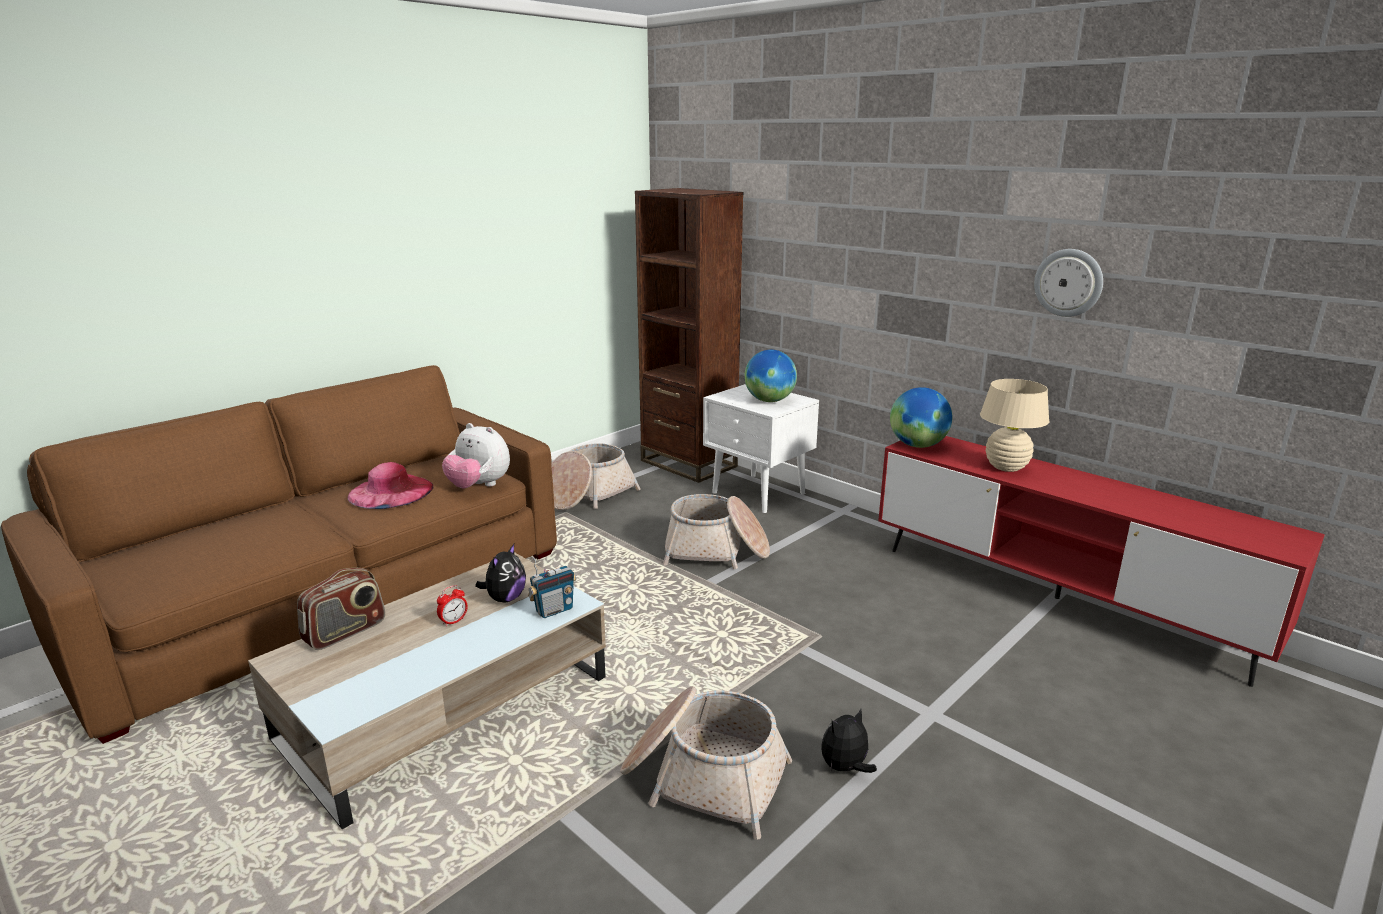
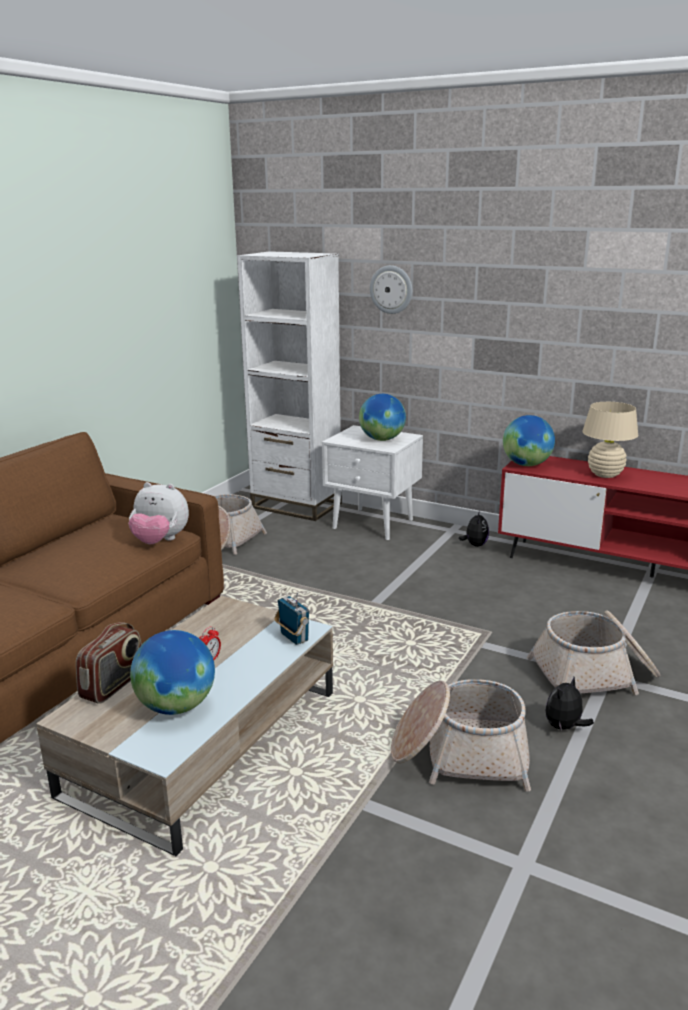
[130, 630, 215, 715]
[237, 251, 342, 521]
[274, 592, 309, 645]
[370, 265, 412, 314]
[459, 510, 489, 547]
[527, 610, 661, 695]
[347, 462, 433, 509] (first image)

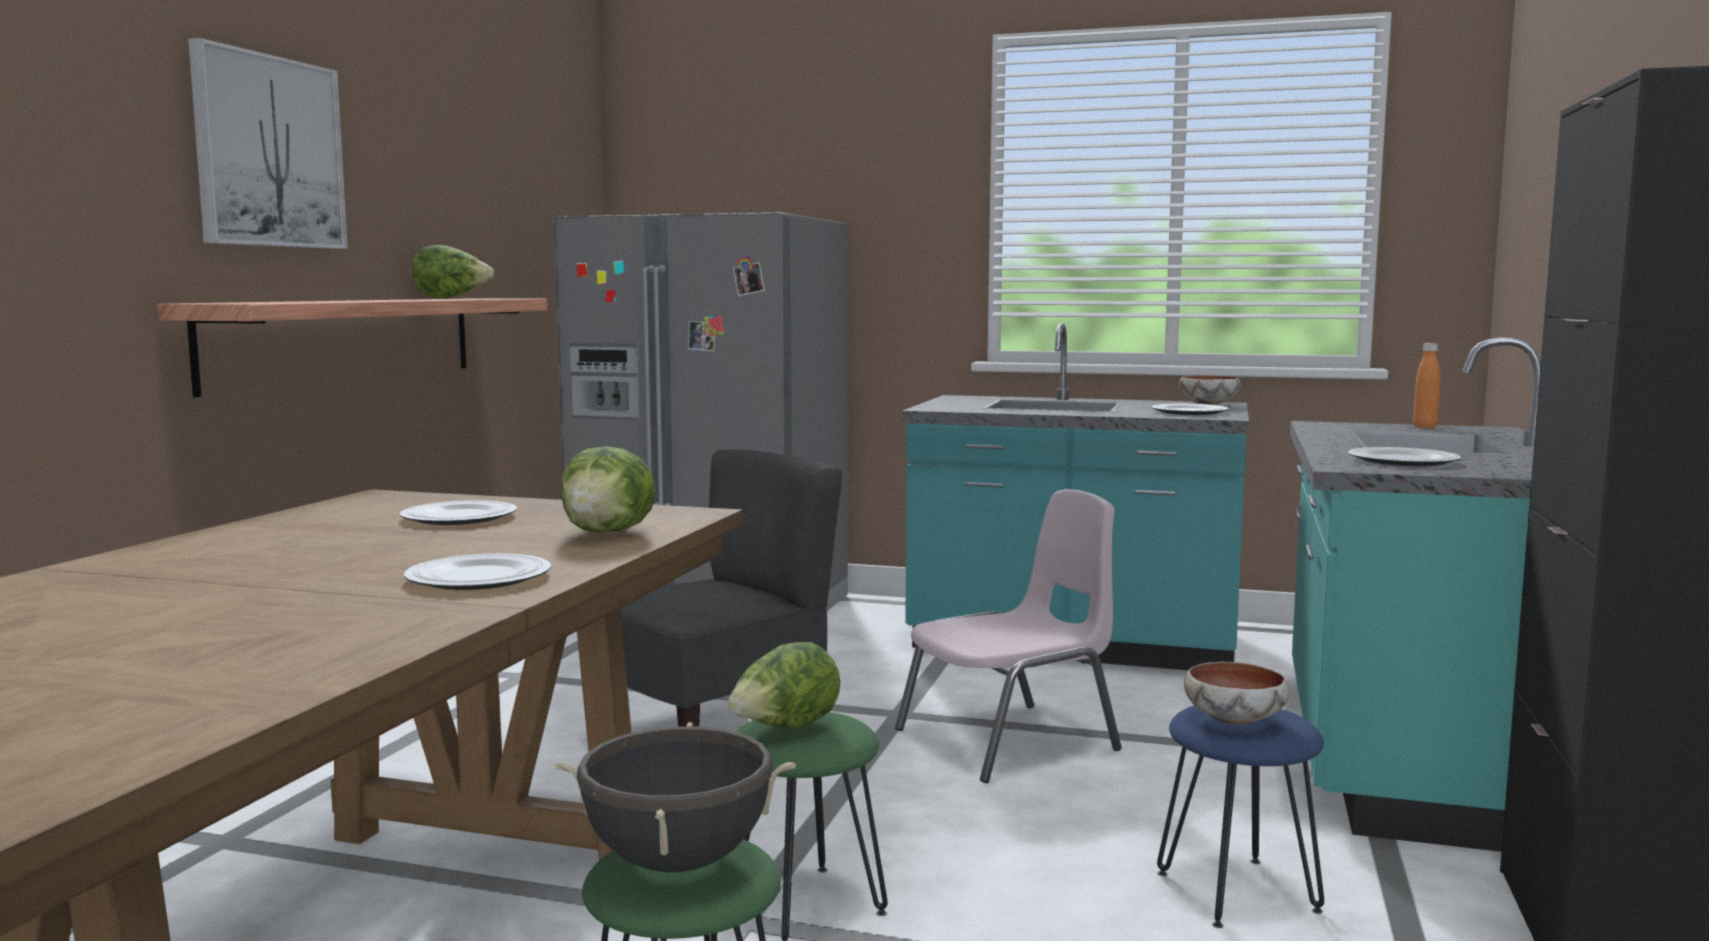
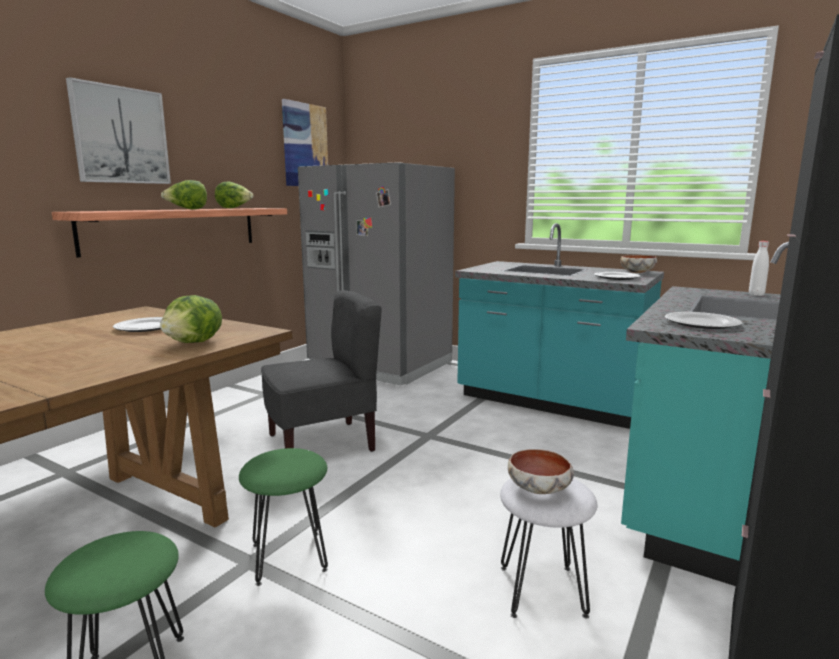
[161, 180, 207, 209]
[282, 99, 328, 186]
[500, 478, 597, 619]
[749, 241, 769, 296]
[404, 553, 551, 590] (first image)
[555, 722, 796, 872] (first image)
[895, 489, 1122, 783] (first image)

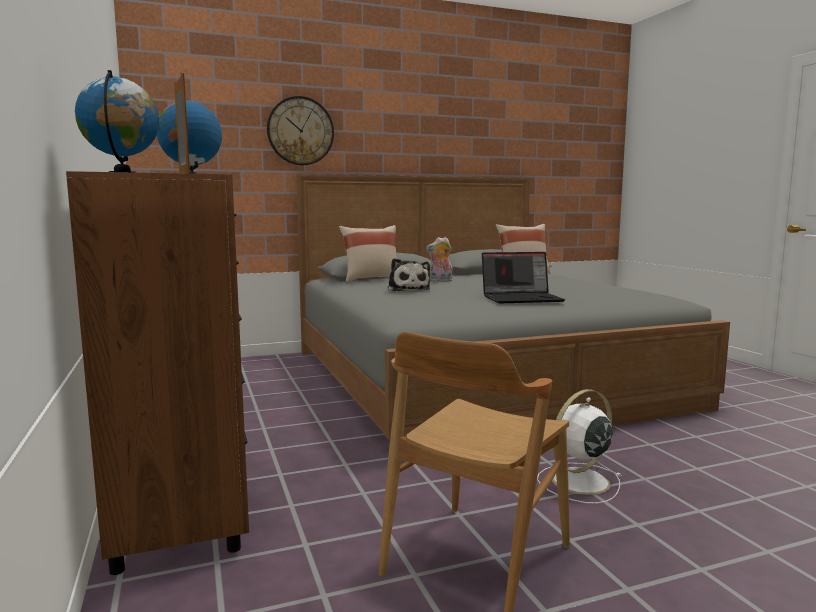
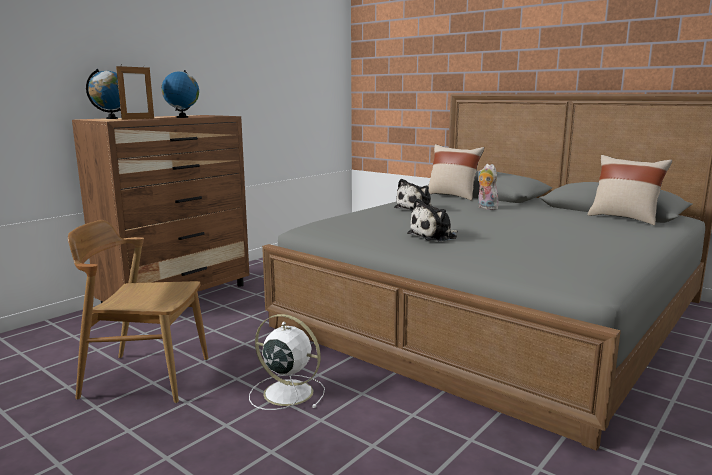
[407, 198, 458, 241]
[267, 96, 334, 165] (first image)

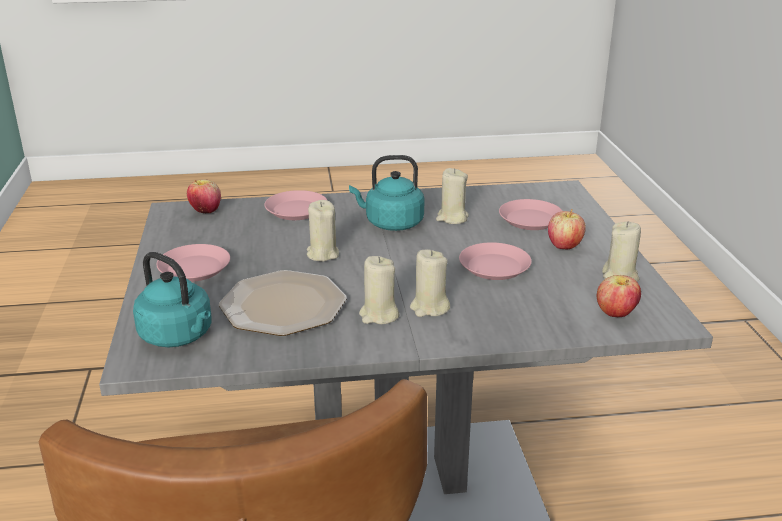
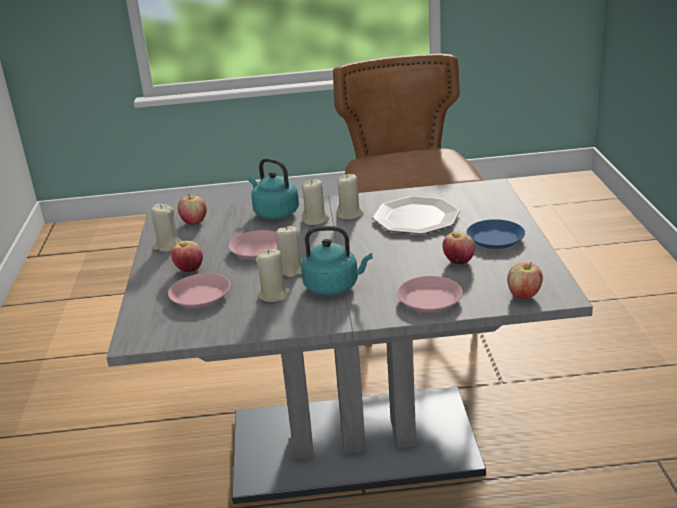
[248, 158, 299, 219]
[276, 226, 302, 277]
[442, 232, 475, 264]
[466, 219, 525, 249]

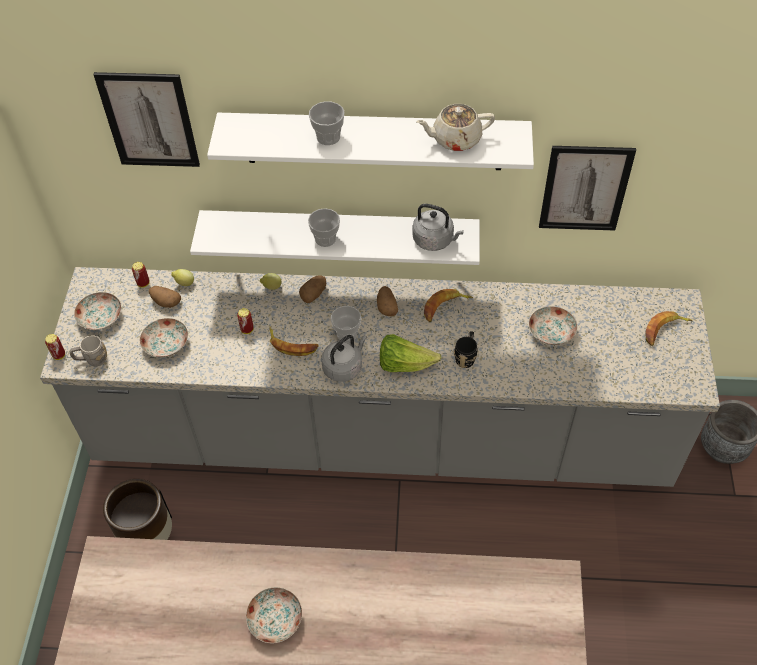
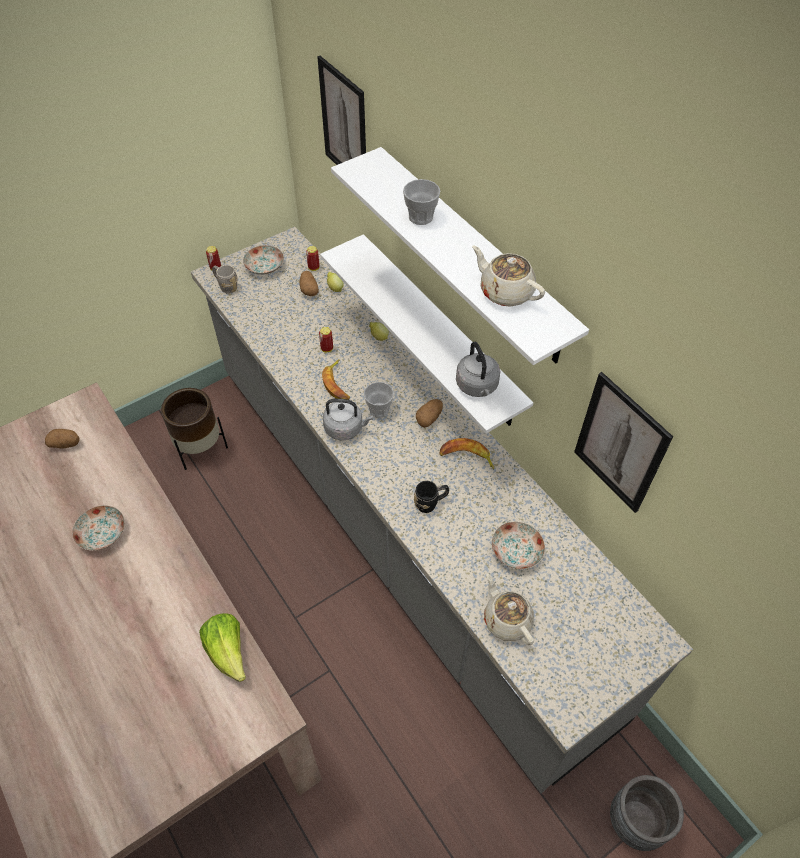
[45, 429, 80, 449]
[199, 613, 246, 682]
[484, 574, 534, 645]
[140, 318, 188, 357] (first image)
[308, 208, 340, 247] (first image)
[645, 311, 693, 346] (first image)

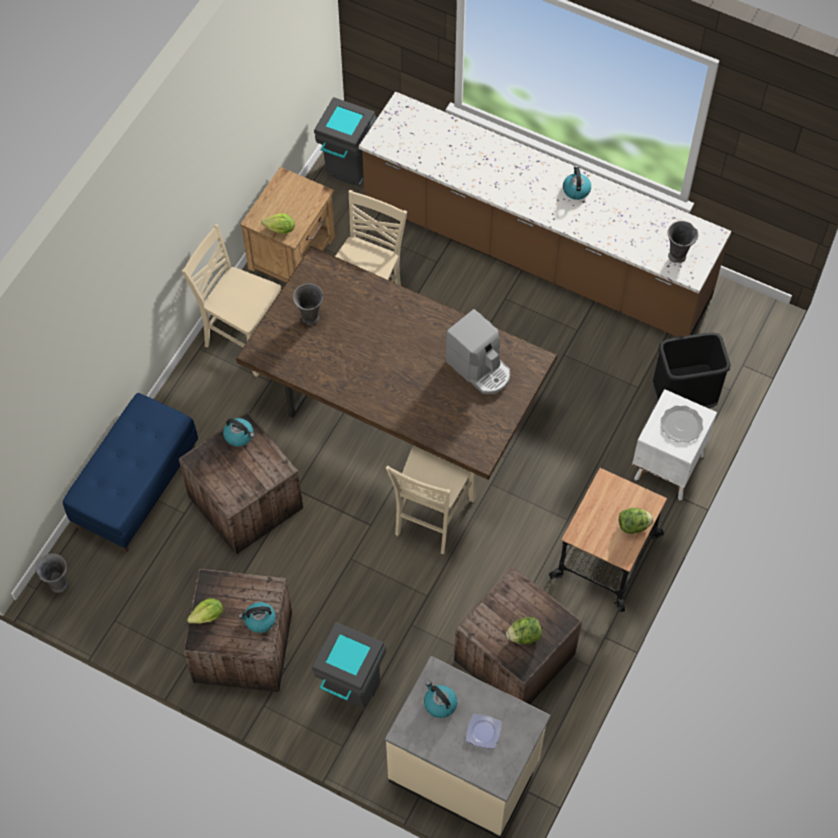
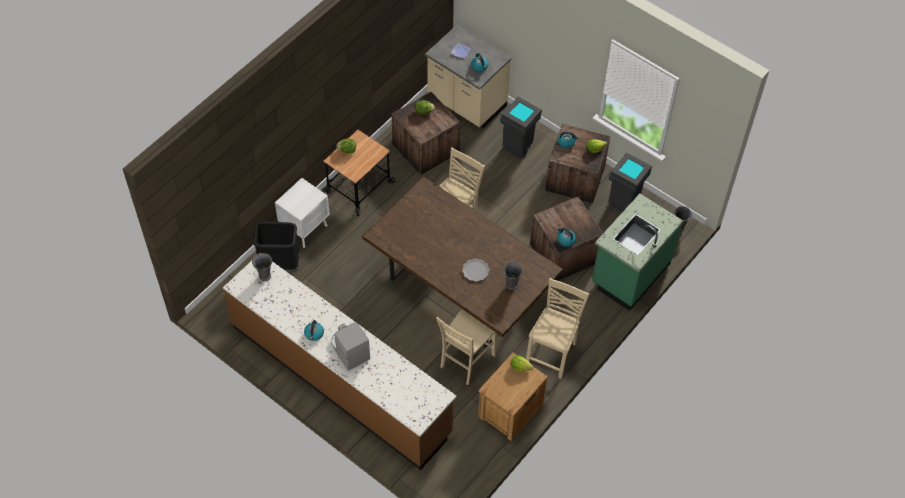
[331, 322, 370, 371]
[462, 258, 490, 282]
[526, 278, 589, 379]
[592, 194, 683, 311]
[608, 153, 652, 212]

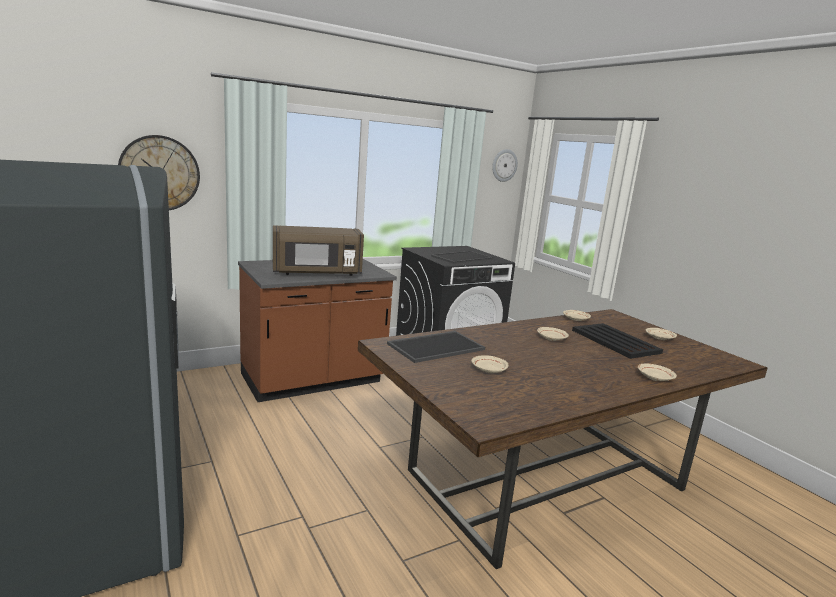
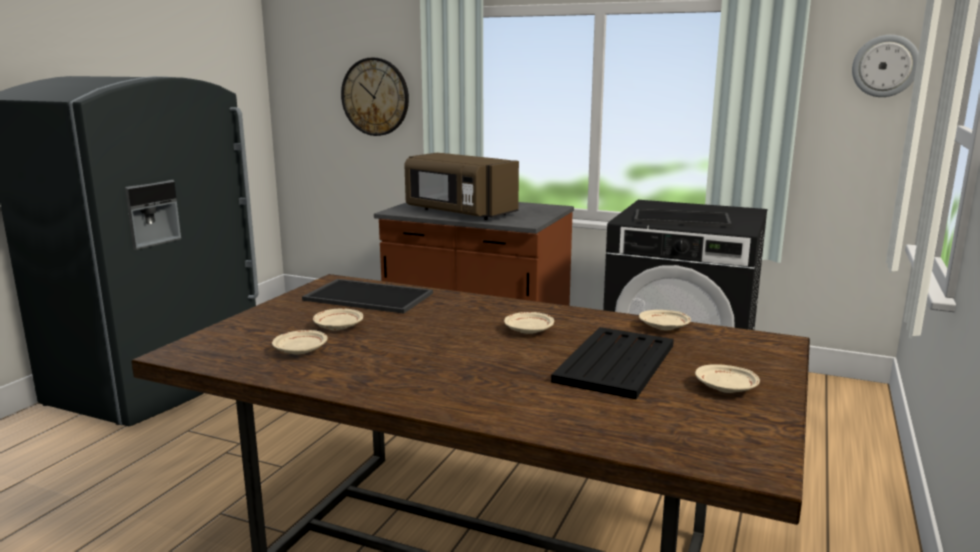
[272, 330, 328, 354]

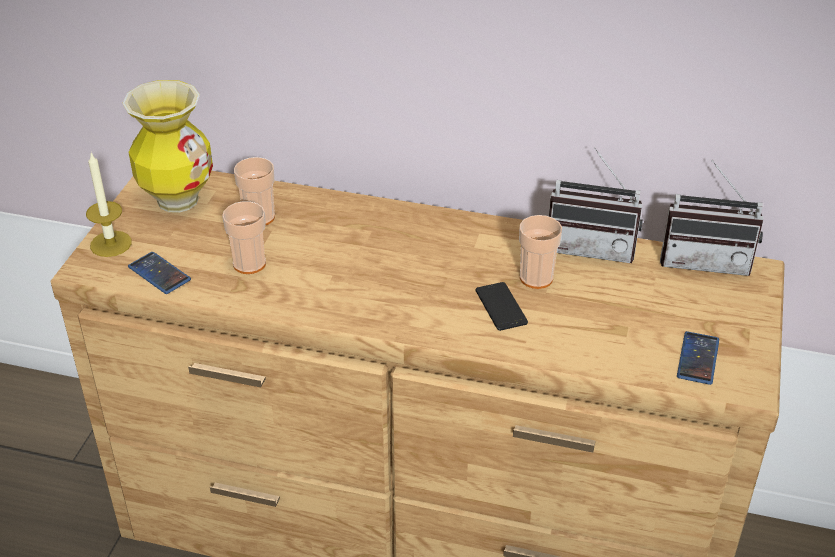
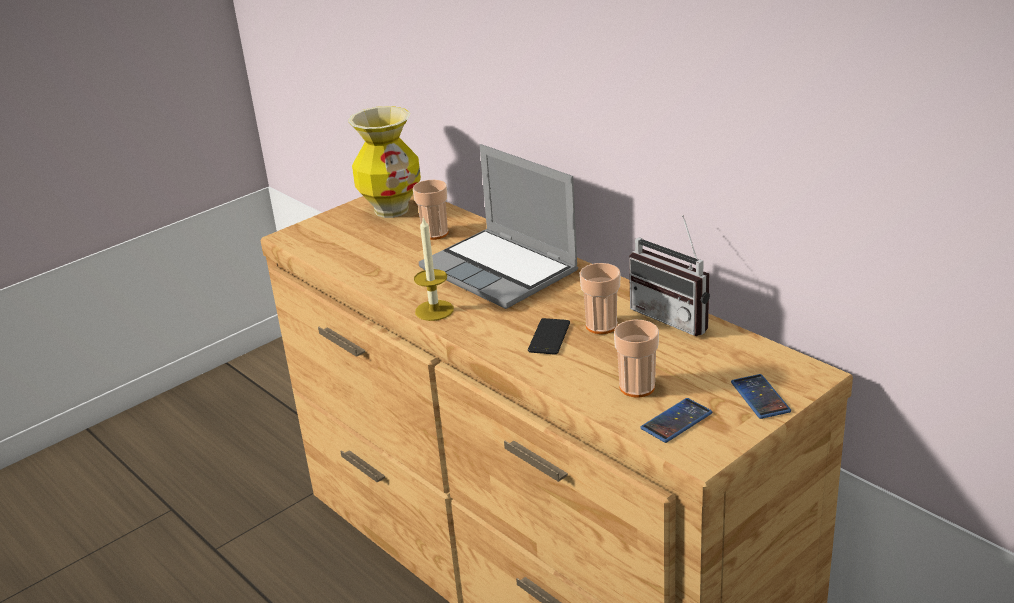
[414, 216, 454, 321]
[419, 144, 578, 309]
[614, 320, 659, 398]
[731, 374, 791, 419]
[660, 160, 764, 276] (first image)

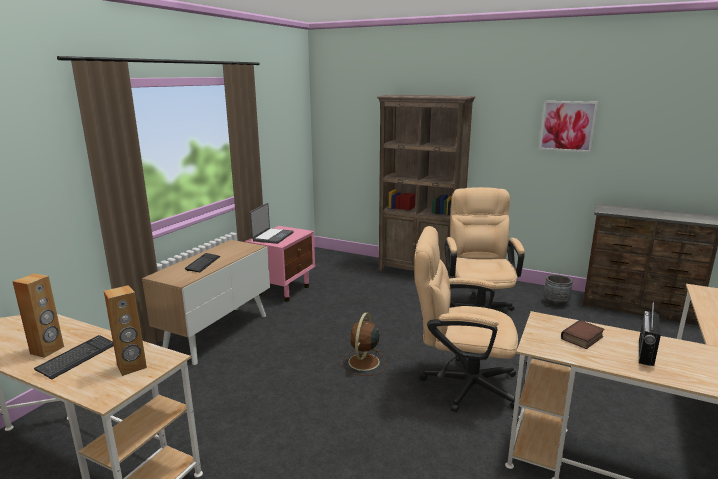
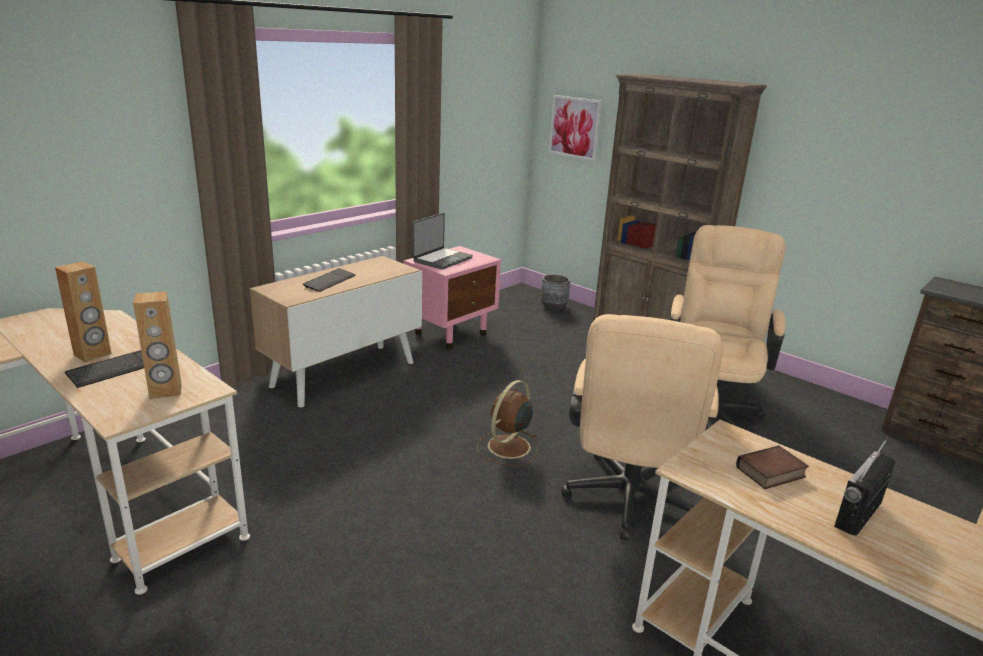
[540, 274, 571, 310]
[549, 95, 602, 161]
[561, 314, 723, 541]

